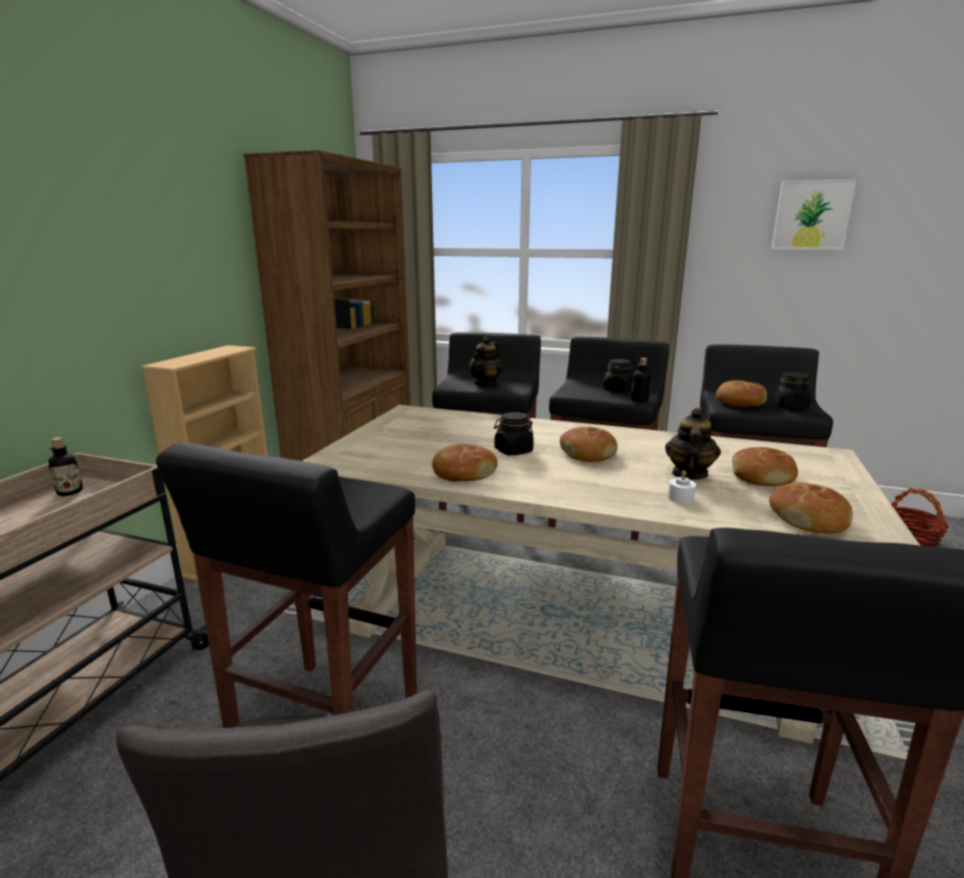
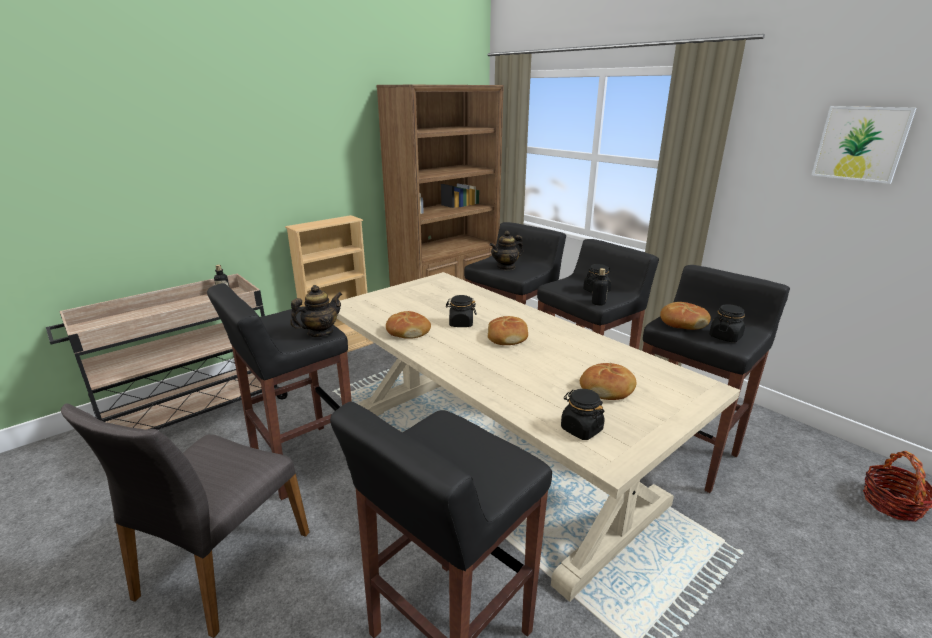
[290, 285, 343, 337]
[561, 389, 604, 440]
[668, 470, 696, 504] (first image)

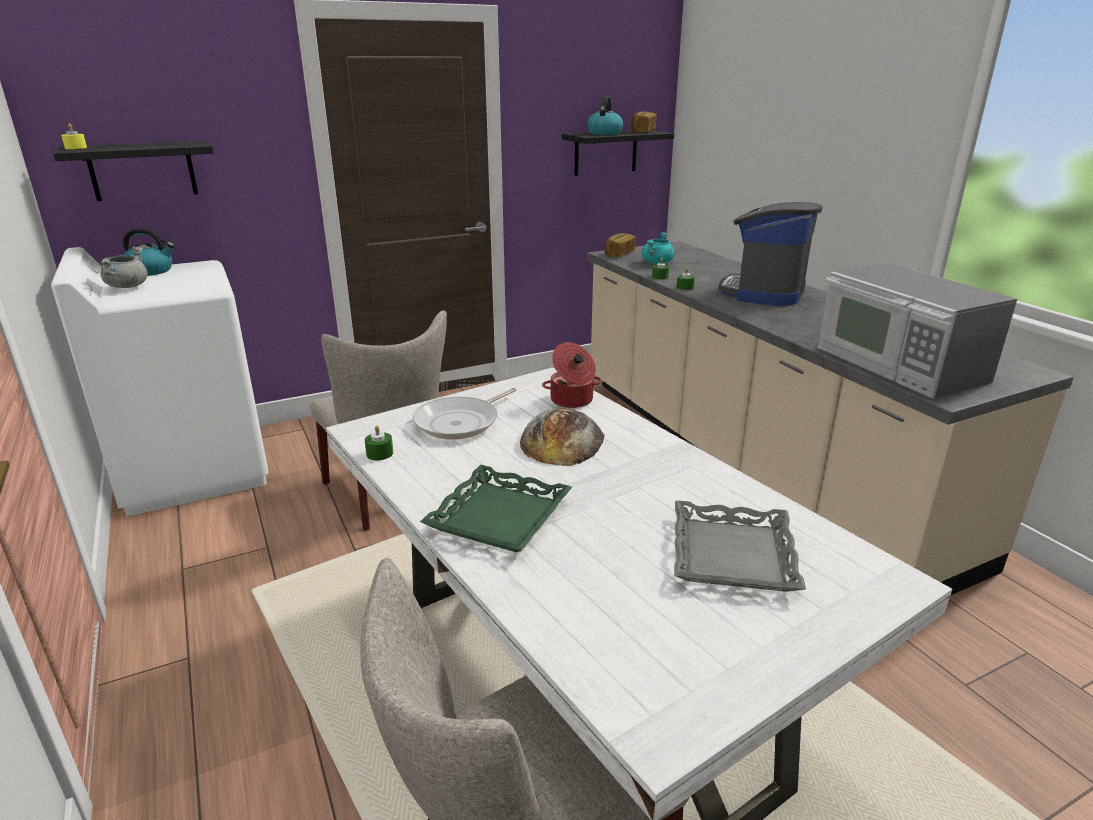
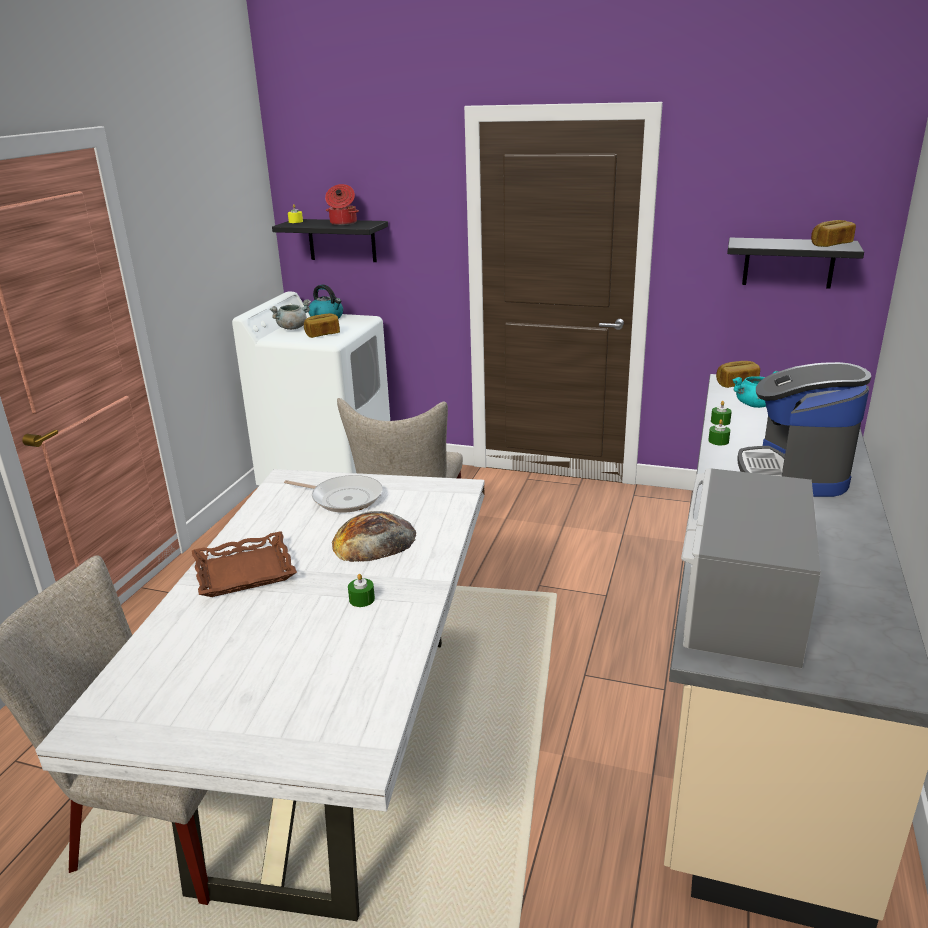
[192, 531, 297, 597]
[284, 475, 383, 513]
[304, 314, 340, 338]
[325, 184, 359, 225]
[348, 574, 375, 607]
[737, 362, 871, 497]
[587, 96, 623, 135] (first image)
[674, 501, 806, 592] (first image)

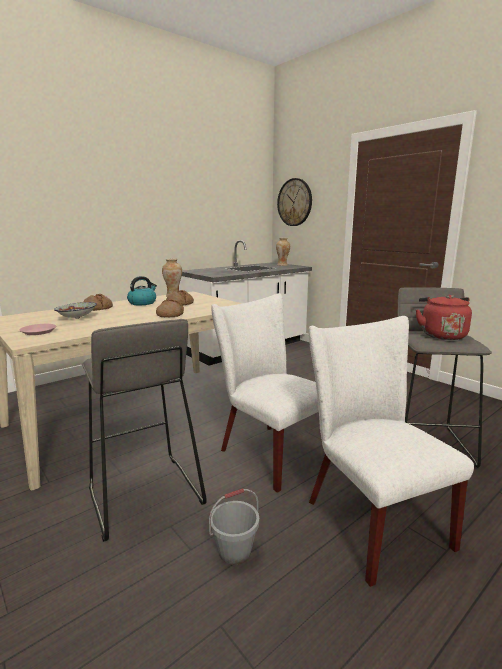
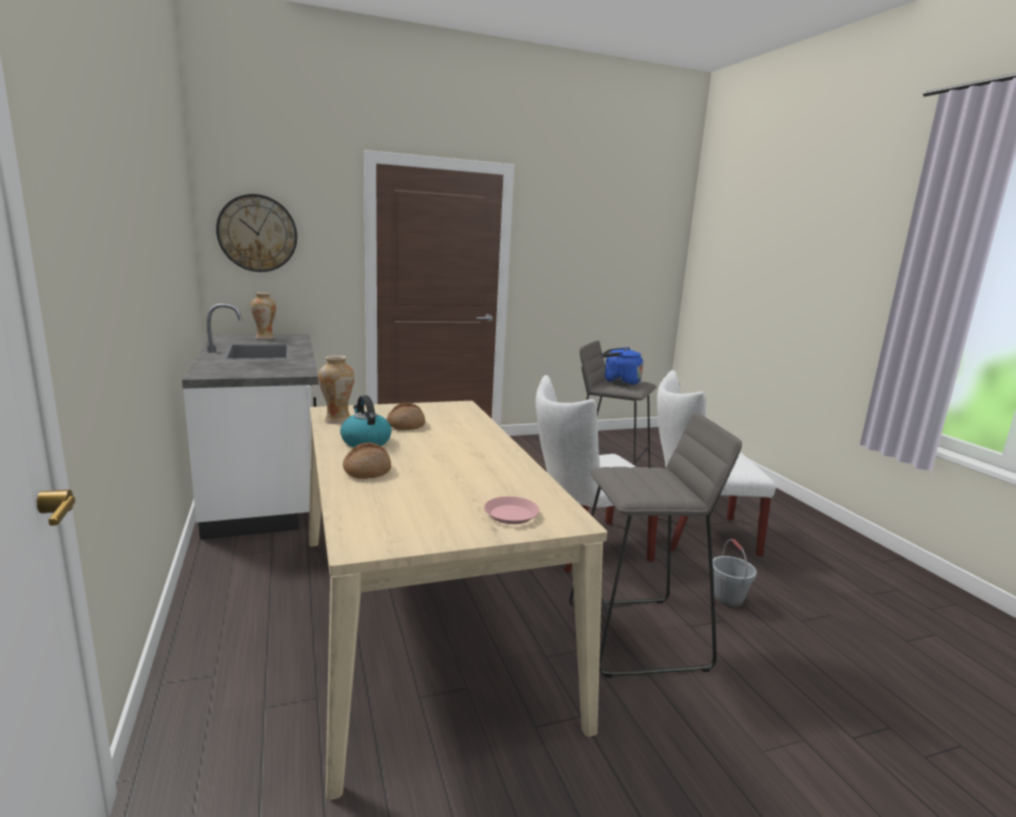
[601, 347, 643, 386]
[54, 302, 97, 319] (first image)
[156, 299, 184, 317] (first image)

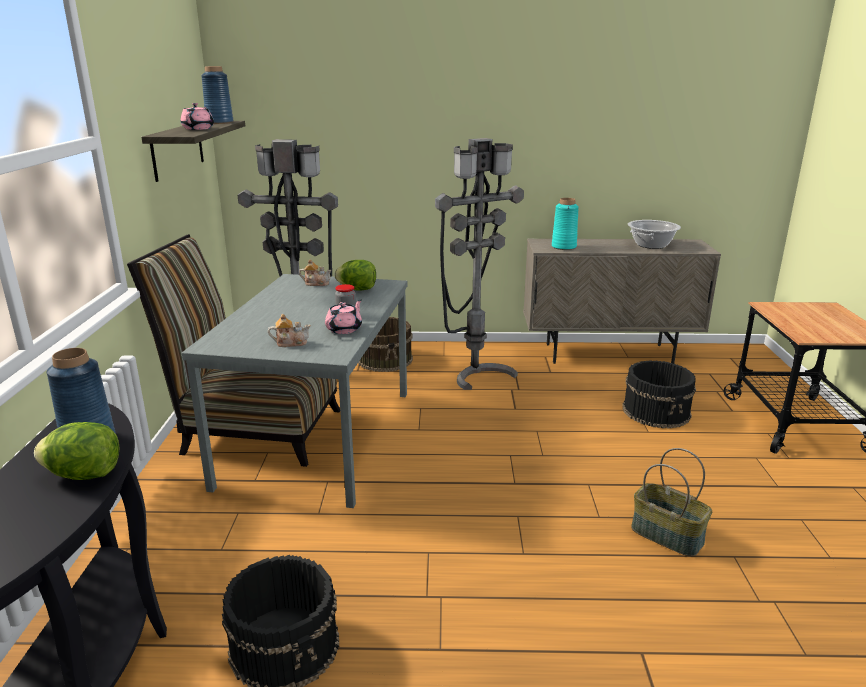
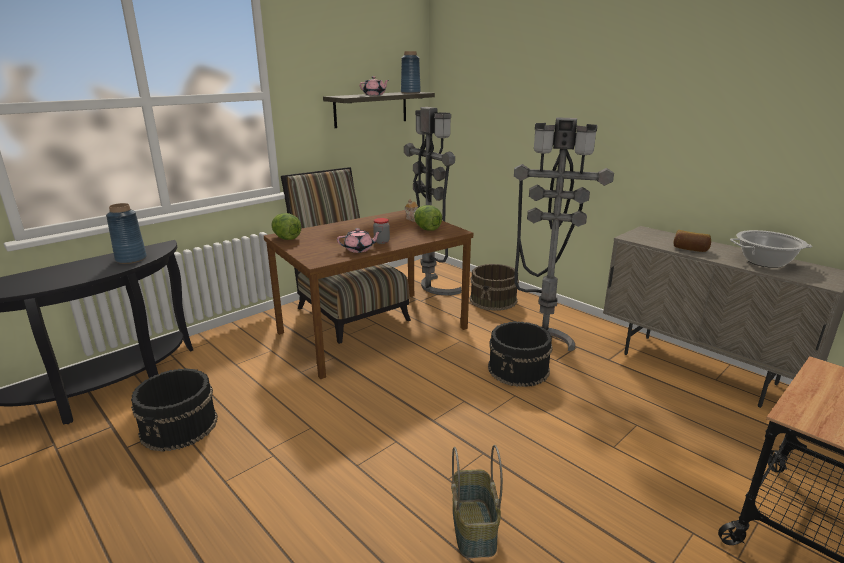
[264, 210, 473, 379]
[271, 213, 302, 240]
[488, 321, 553, 387]
[673, 230, 711, 252]
[268, 314, 311, 347] (first image)
[552, 198, 579, 250] (first image)

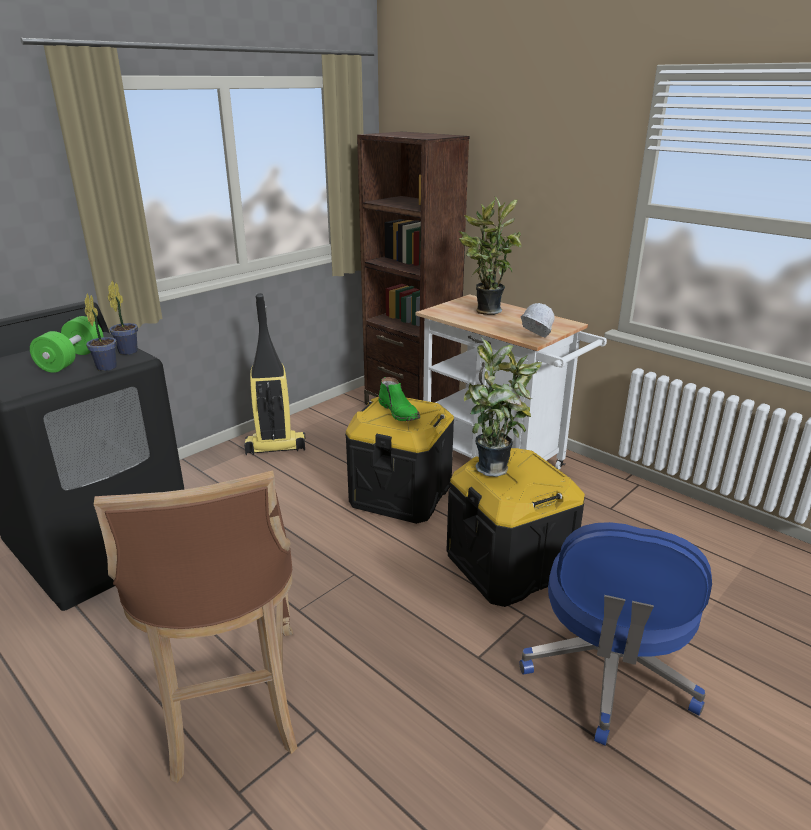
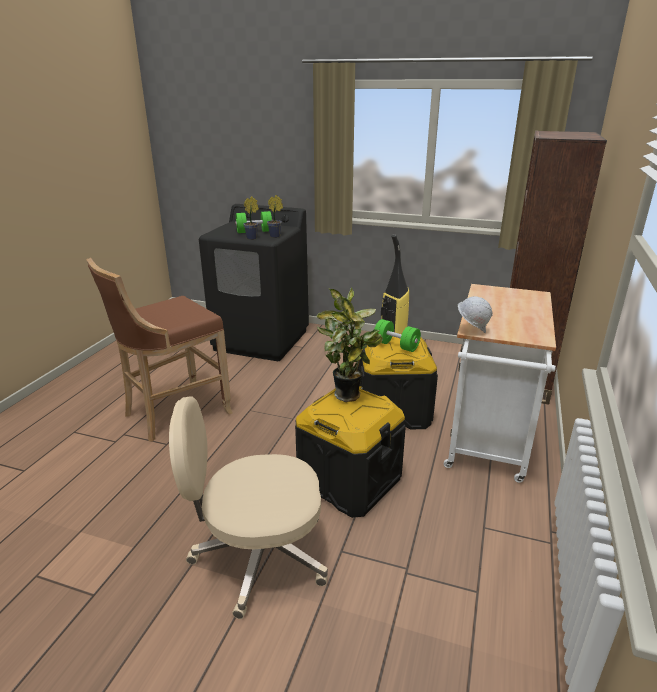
[169, 397, 328, 619]
[375, 319, 421, 352]
[459, 196, 522, 315] (first image)

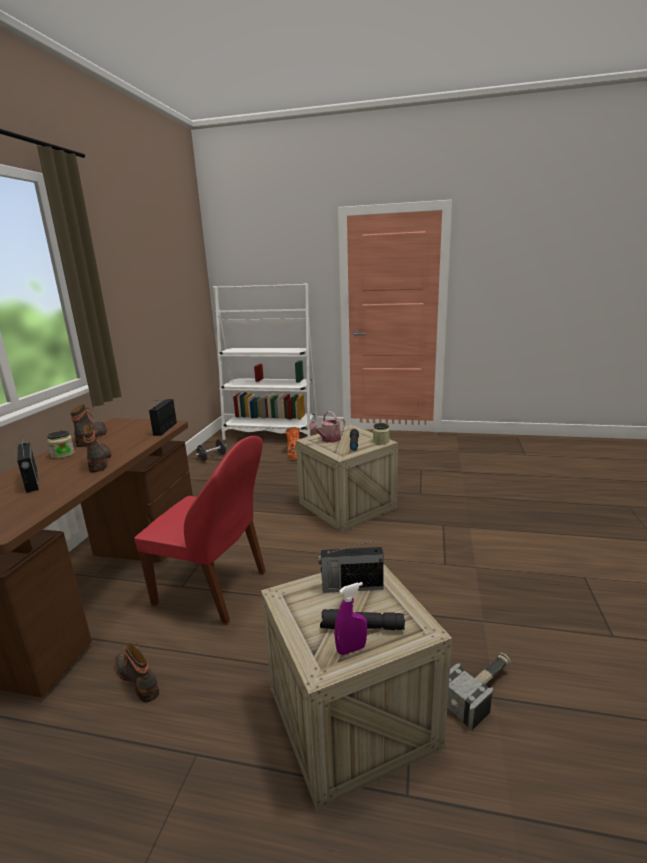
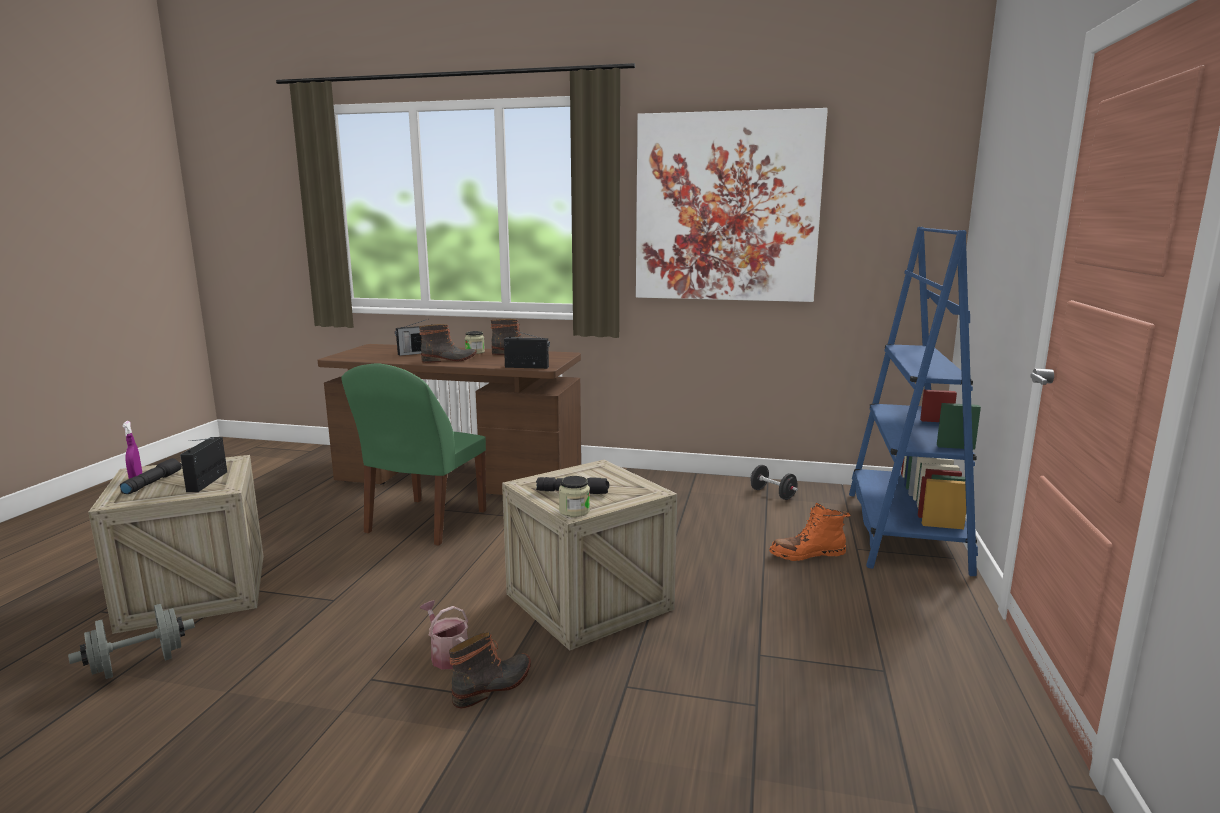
[68, 604, 195, 679]
[341, 364, 486, 546]
[420, 600, 468, 670]
[449, 632, 531, 708]
[636, 108, 828, 302]
[849, 227, 981, 576]

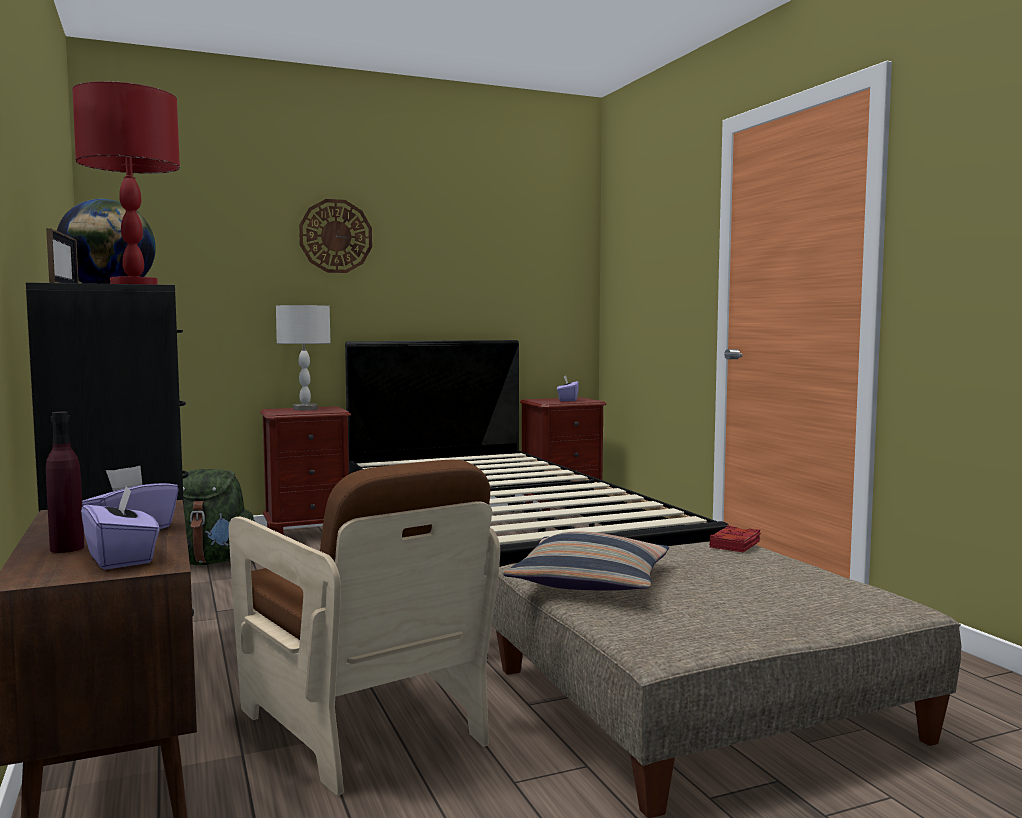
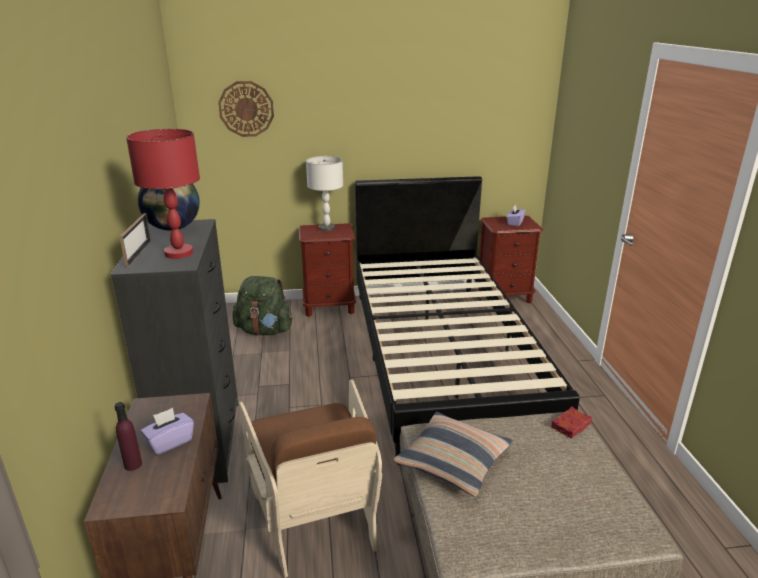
[218, 81, 274, 137]
[81, 487, 160, 570] (first image)

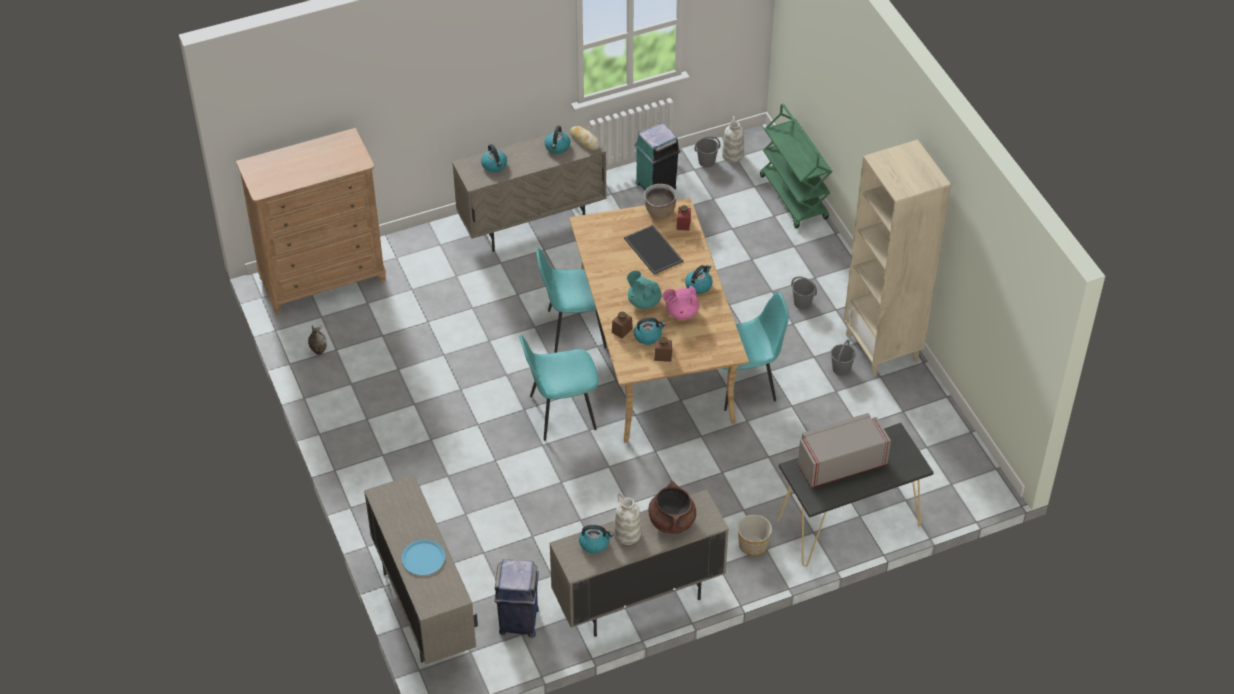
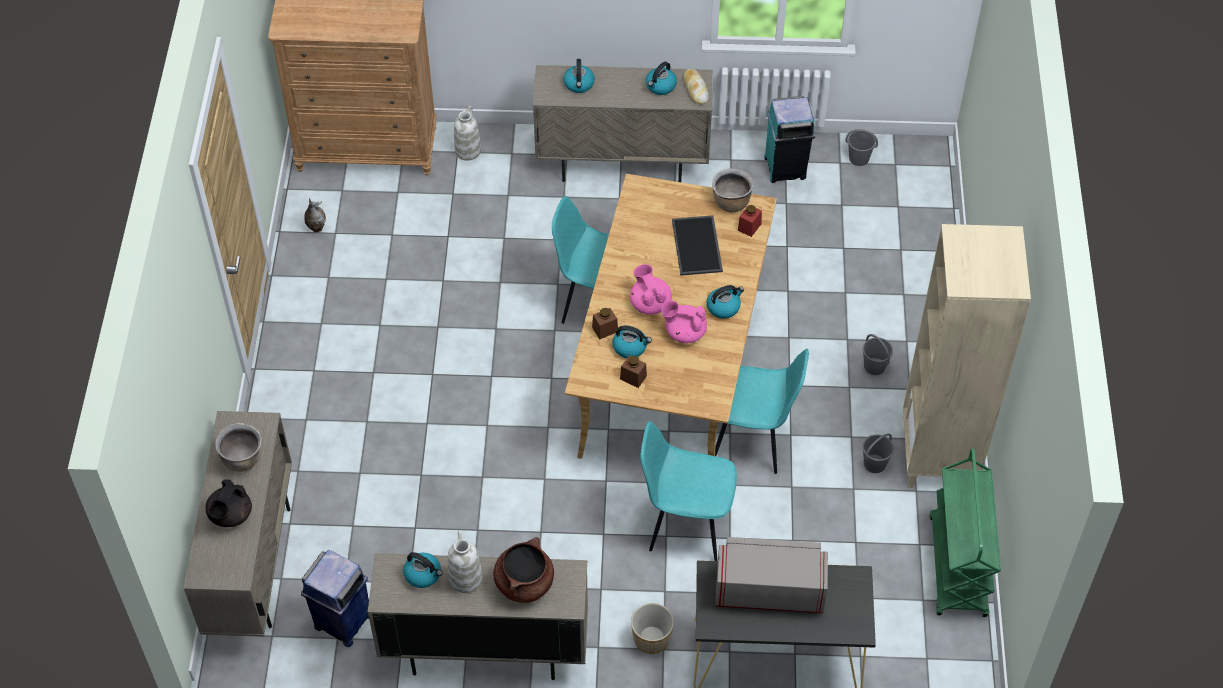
[205, 479, 252, 527]
[215, 423, 262, 472]
[454, 106, 481, 160]
[630, 264, 672, 315]
[640, 421, 737, 561]
[929, 449, 1001, 617]

